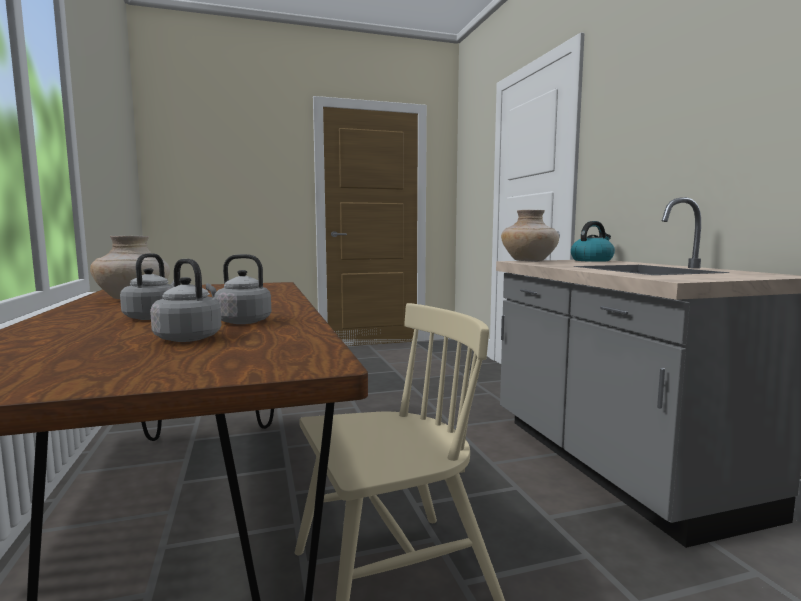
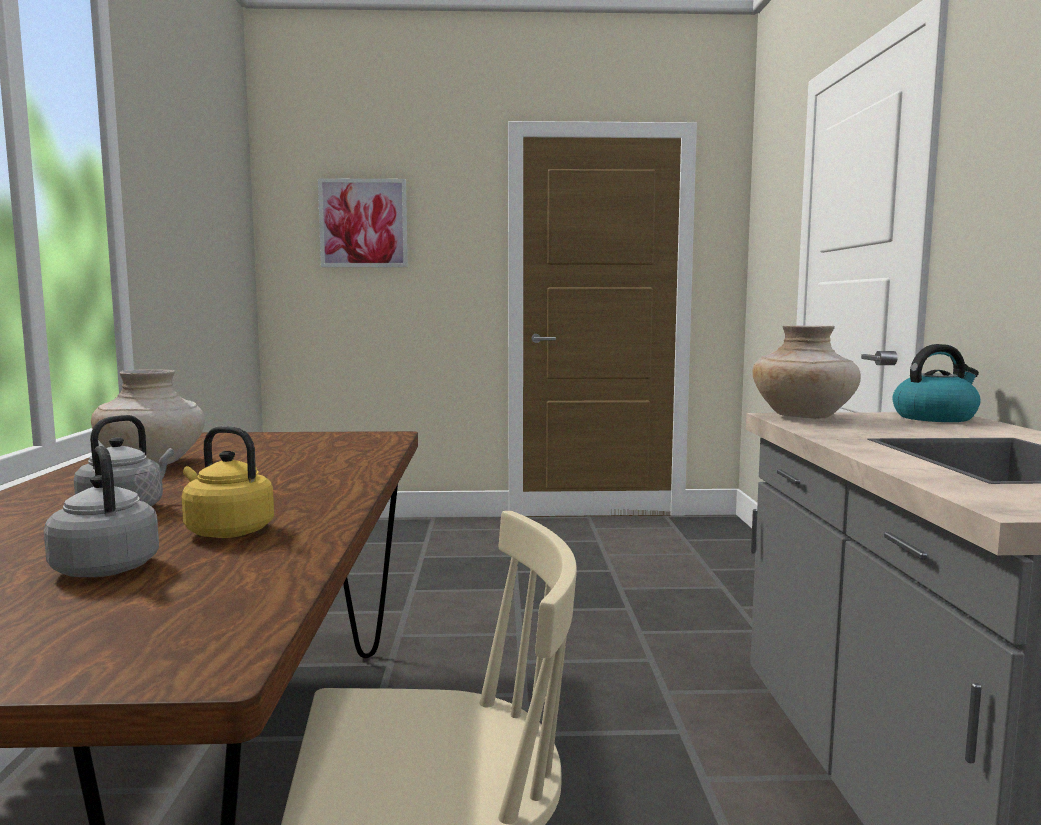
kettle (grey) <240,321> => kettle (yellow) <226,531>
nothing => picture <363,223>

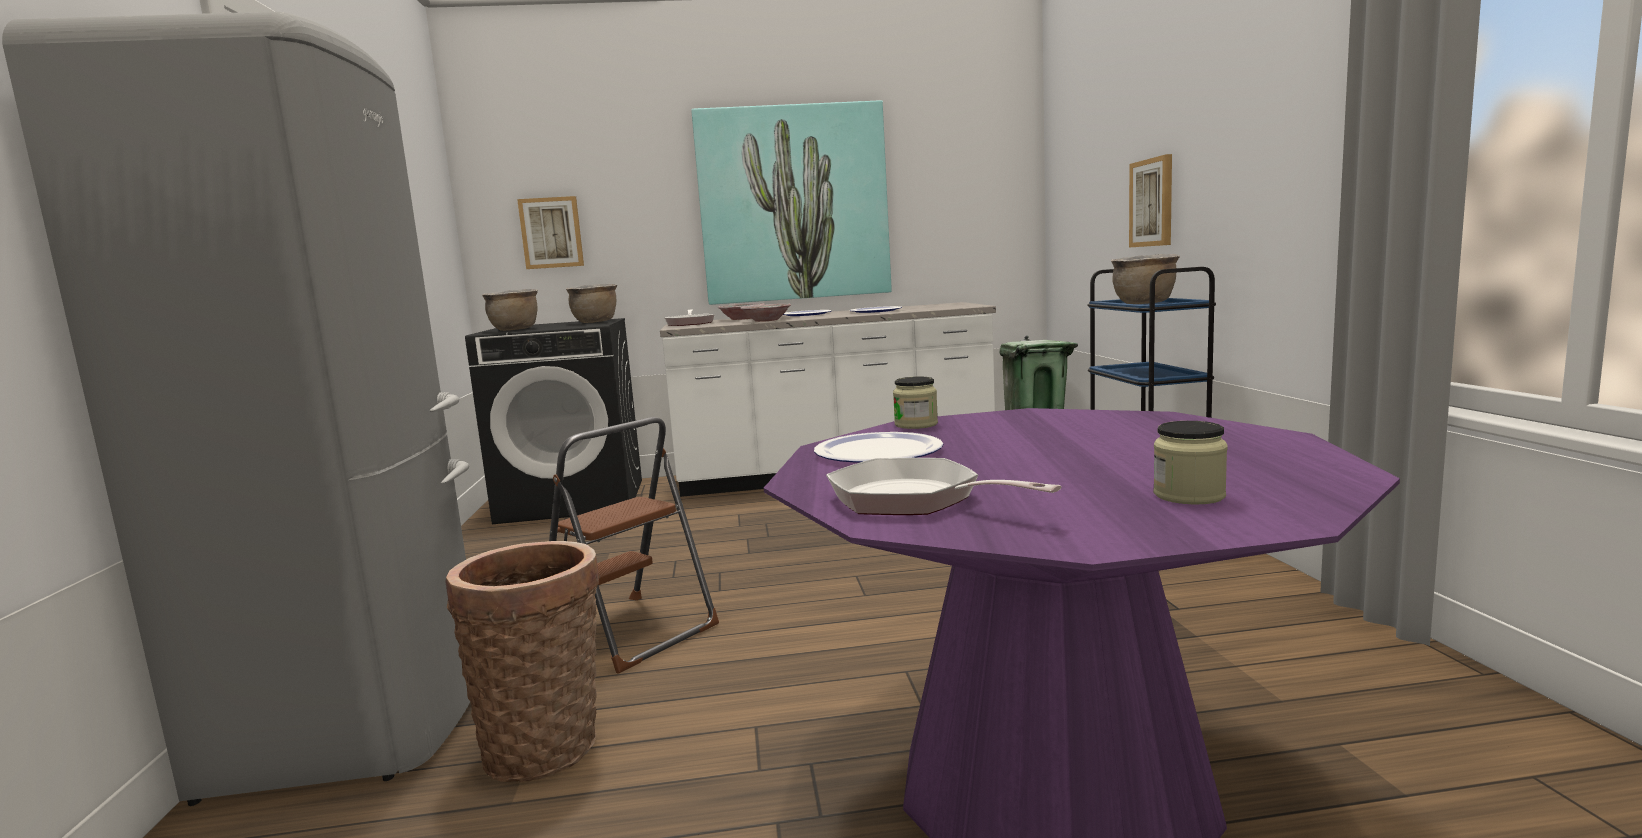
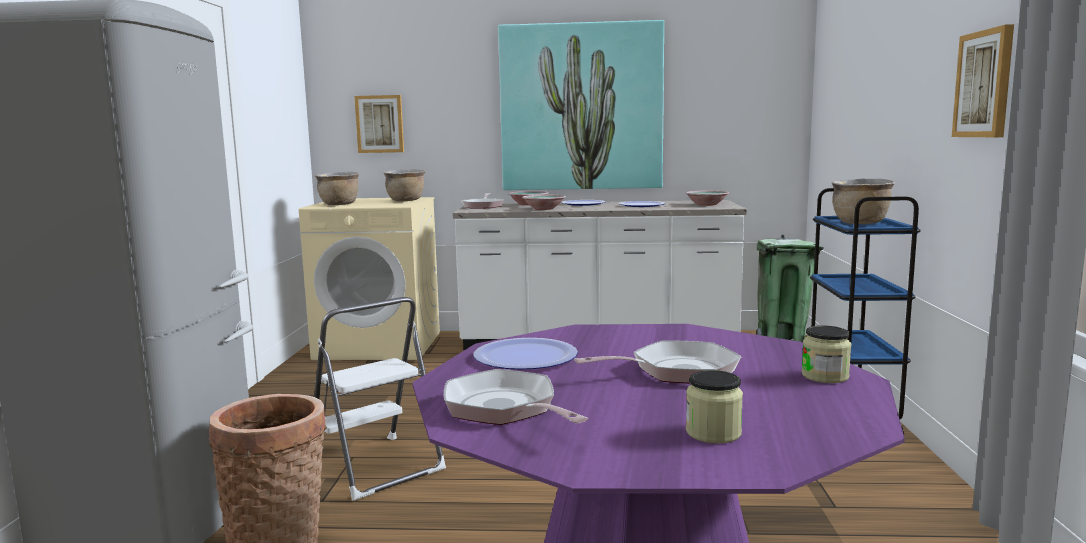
washing machine (black) <574,500> => washing machine (beige) <380,345>
step ladder (brown) <631,633> => step ladder (white) <377,468>
nothing => frying pan <676,371>
nothing => bowl <707,204>
jar <916,424> => jar <825,376>, shifted
picture <1152,202> => picture <984,84>, shifted

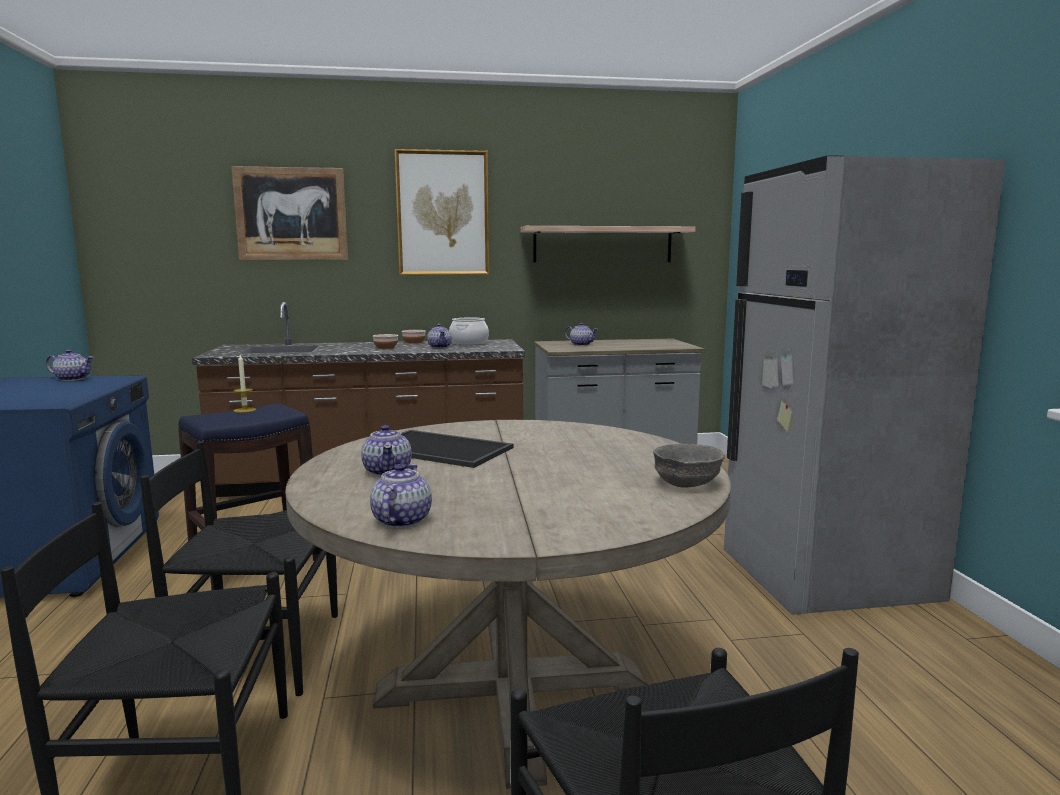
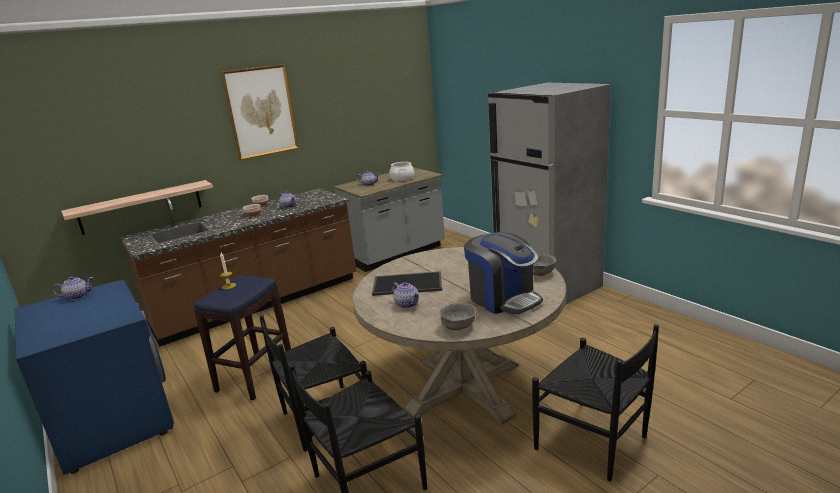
shelf <603,245> => shelf <141,207>, shifted
cooking pot <469,343> => cooking pot <402,178>, shifted
teapot <400,521> => bowl (grey) <458,327>
nothing => coffee machine <503,299>
picture <291,214> => nothing

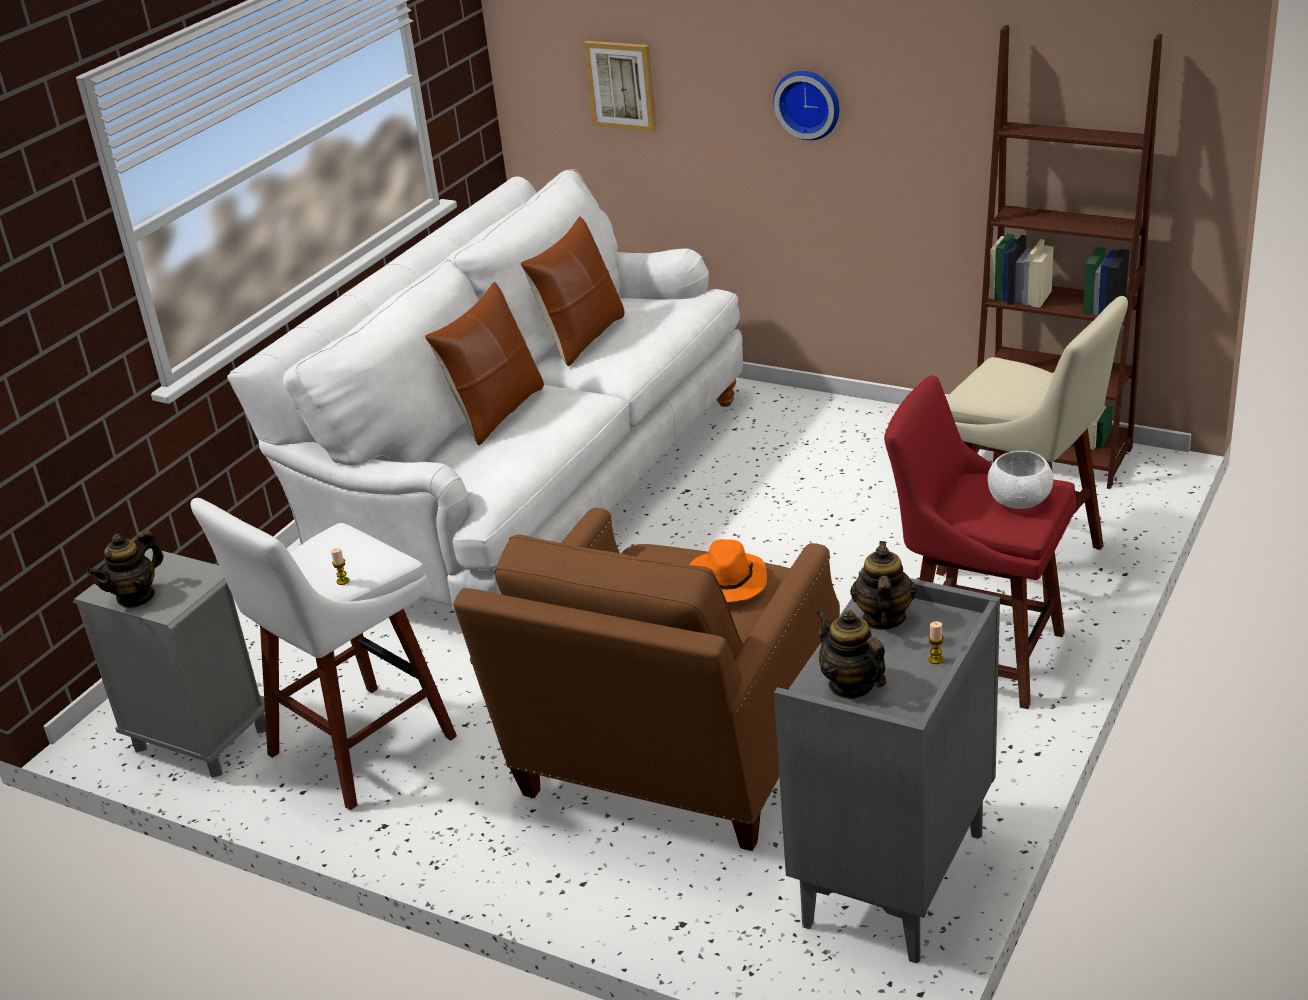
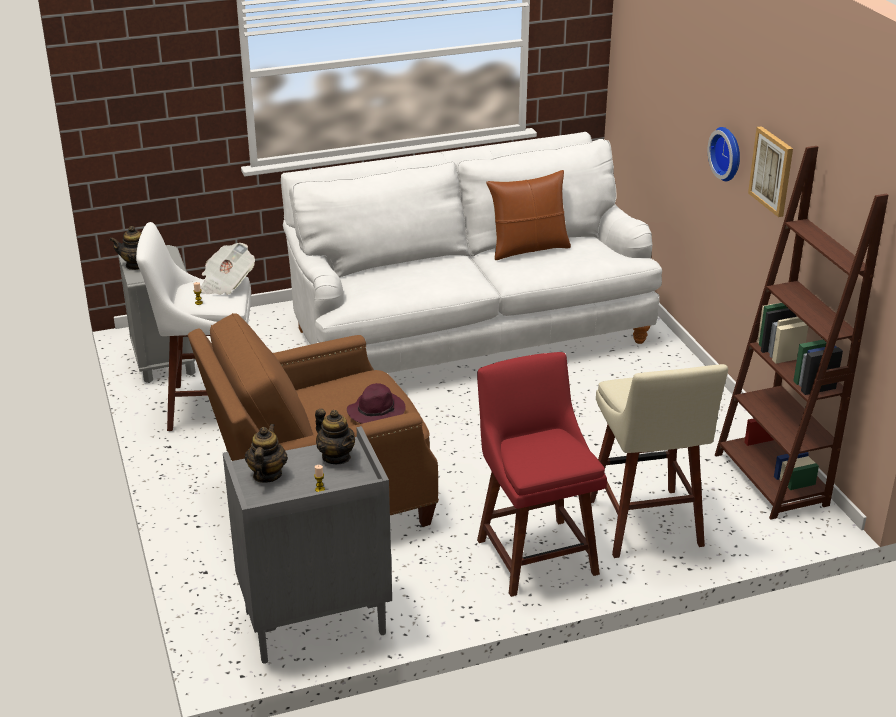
nothing => newspaper <226,284>
teapot <883,618> => teapot <336,457>, 90 degrees clockwise
hat (orange) <727,581> => hat (purple) <376,411>
picture <621,85> => picture <772,171>, shifted
pillow (brown) <496,413> => nothing
bowl (white) <1018,501> => nothing

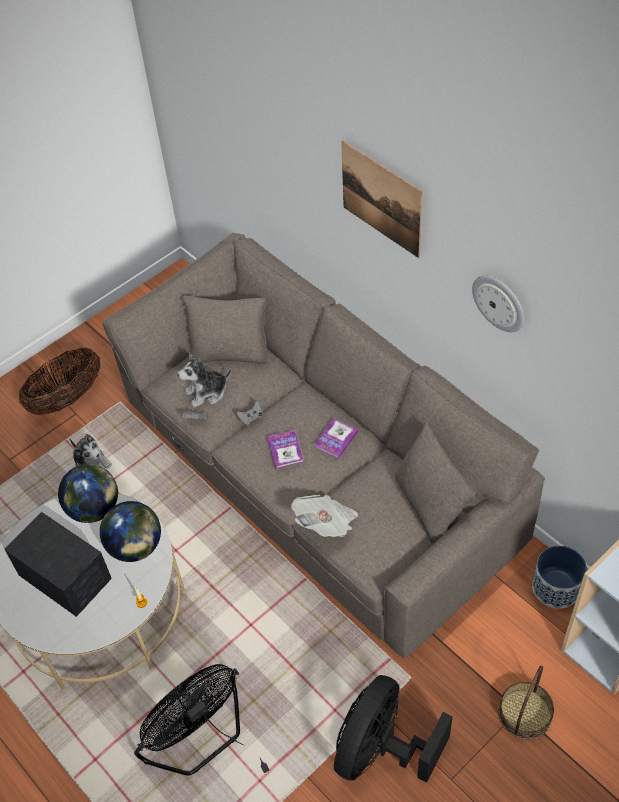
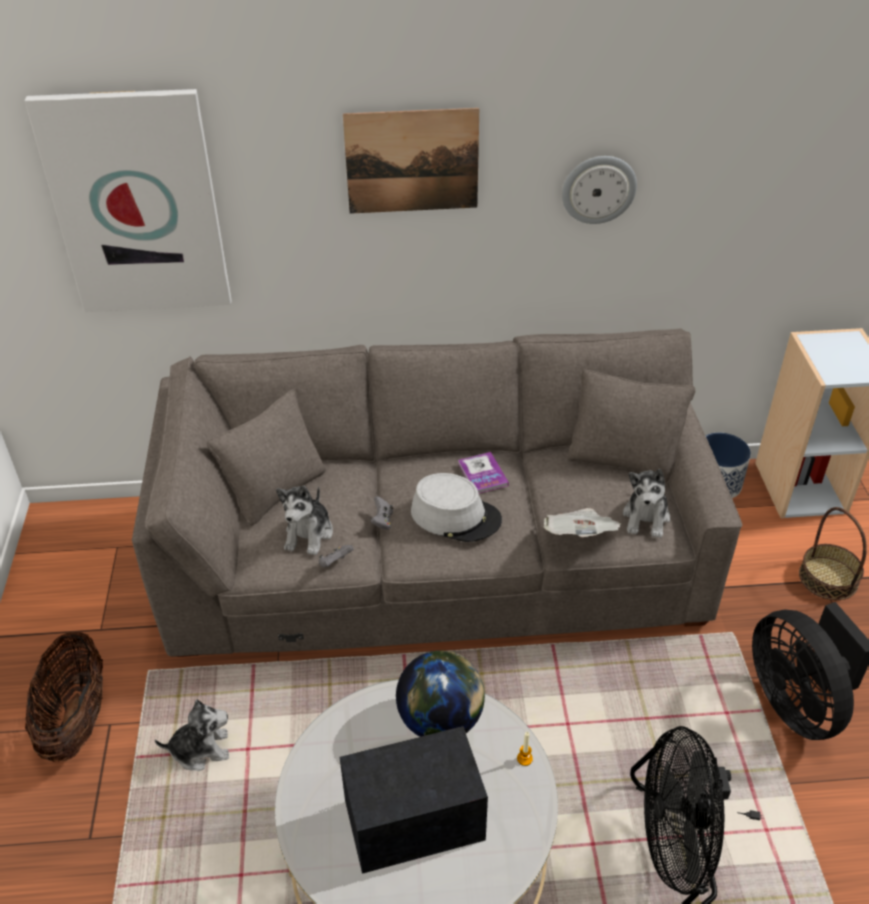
nothing => picture <137,204>
book <285,450> => hat (grey) <456,516>
nothing => plush toy <646,517>
globe <94,509> => nothing

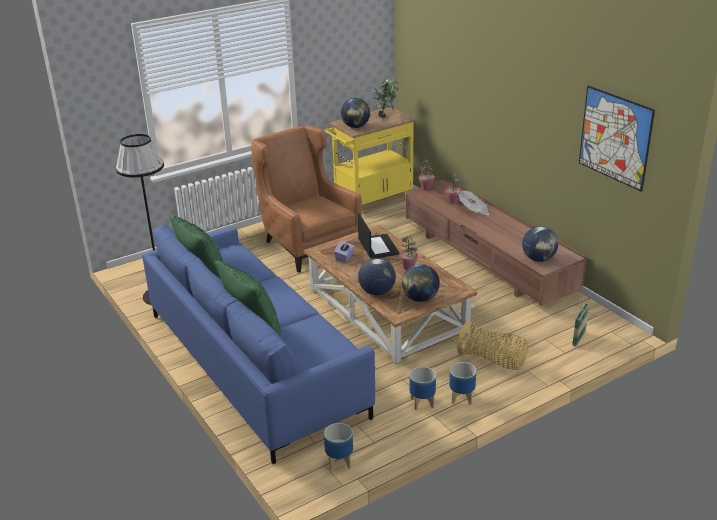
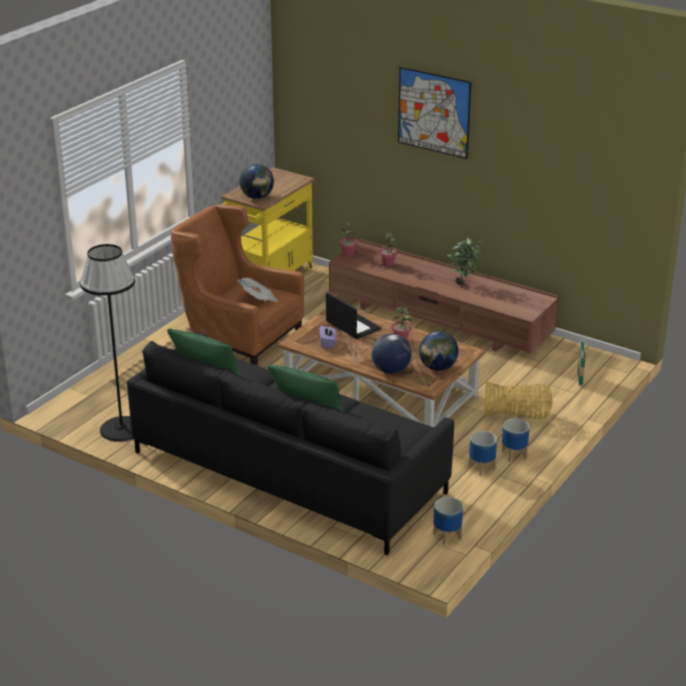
sofa (blue) <255,362> => sofa (black) <288,471>
newspaper <473,211> => newspaper <258,299>, shifted
picture <615,137> => picture <434,112>, shifted
potted plant <386,116> => potted plant <463,282>, shifted
globe <538,259> => nothing

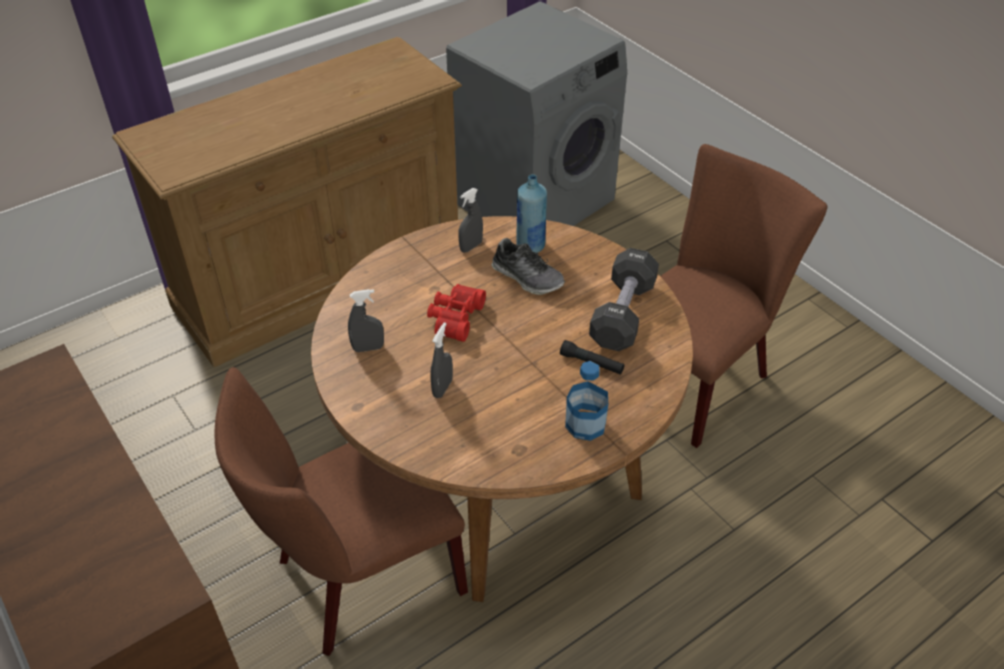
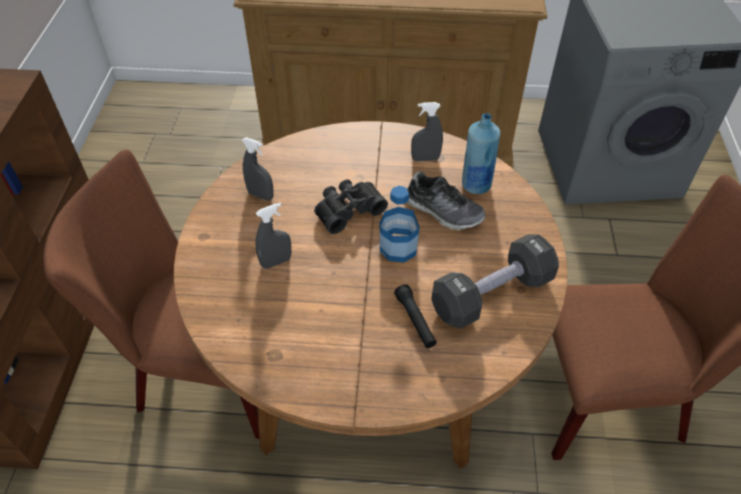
binoculars (red) <454,318> => binoculars (black) <347,210>
bottle <585,424> => bottle <398,247>, shifted
shoe <527,277> => shoe <443,211>, 45 degrees counterclockwise

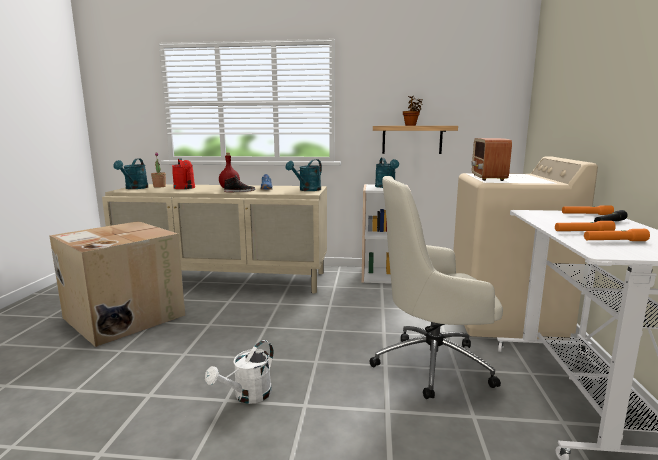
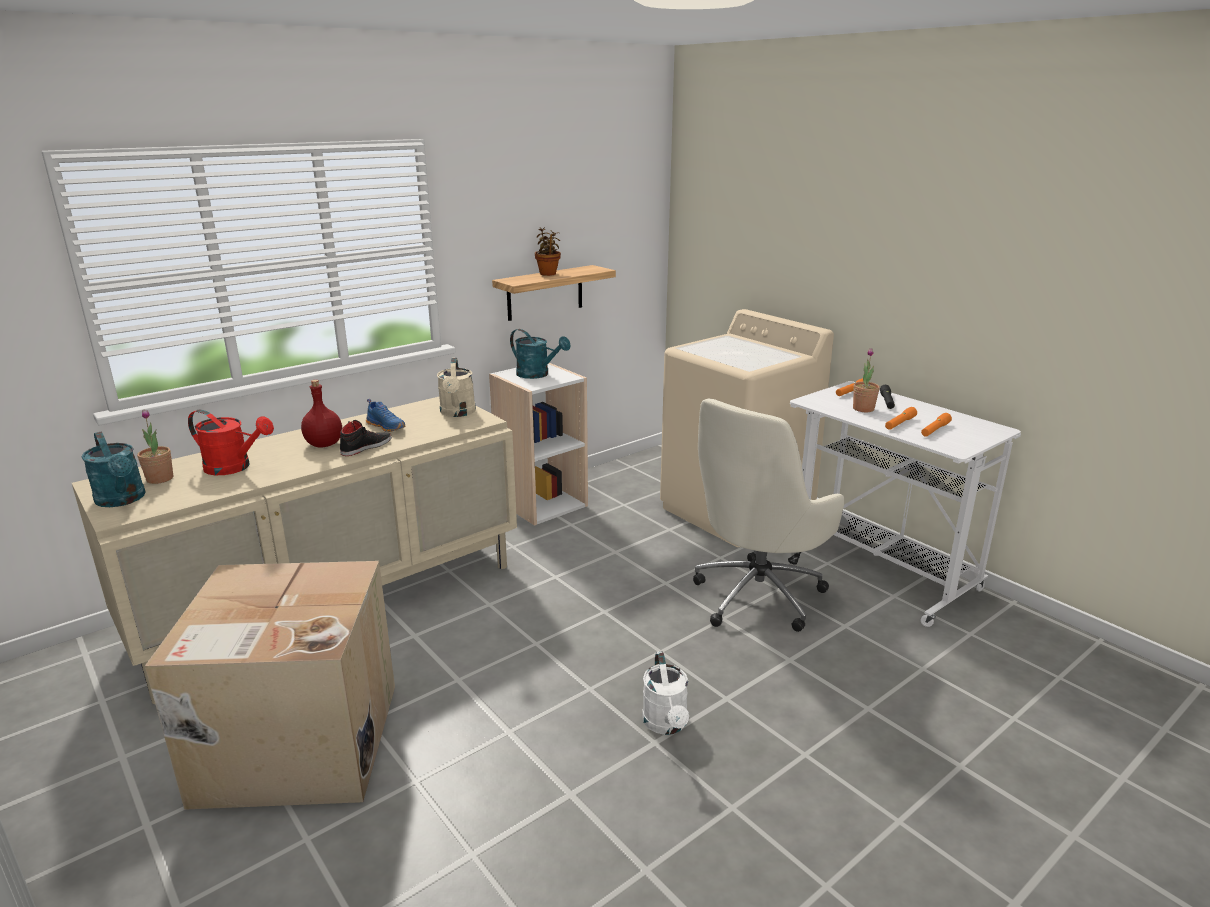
watering can (turquoise) <307,190> => watering can (beige) <457,413>
nothing => potted plant <863,409>
radio <488,177> => nothing

